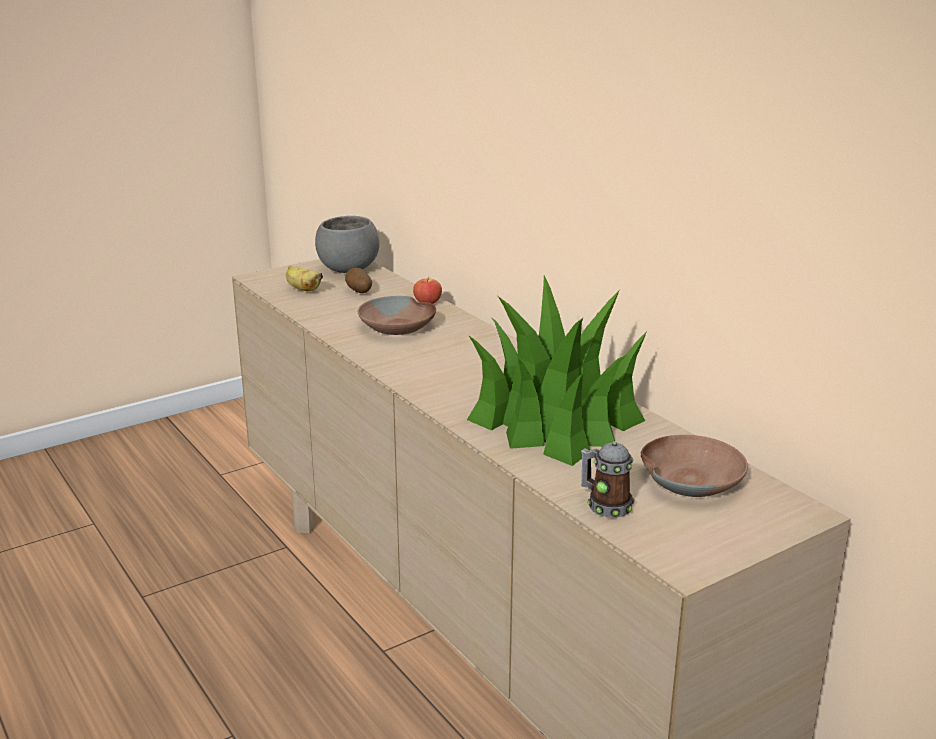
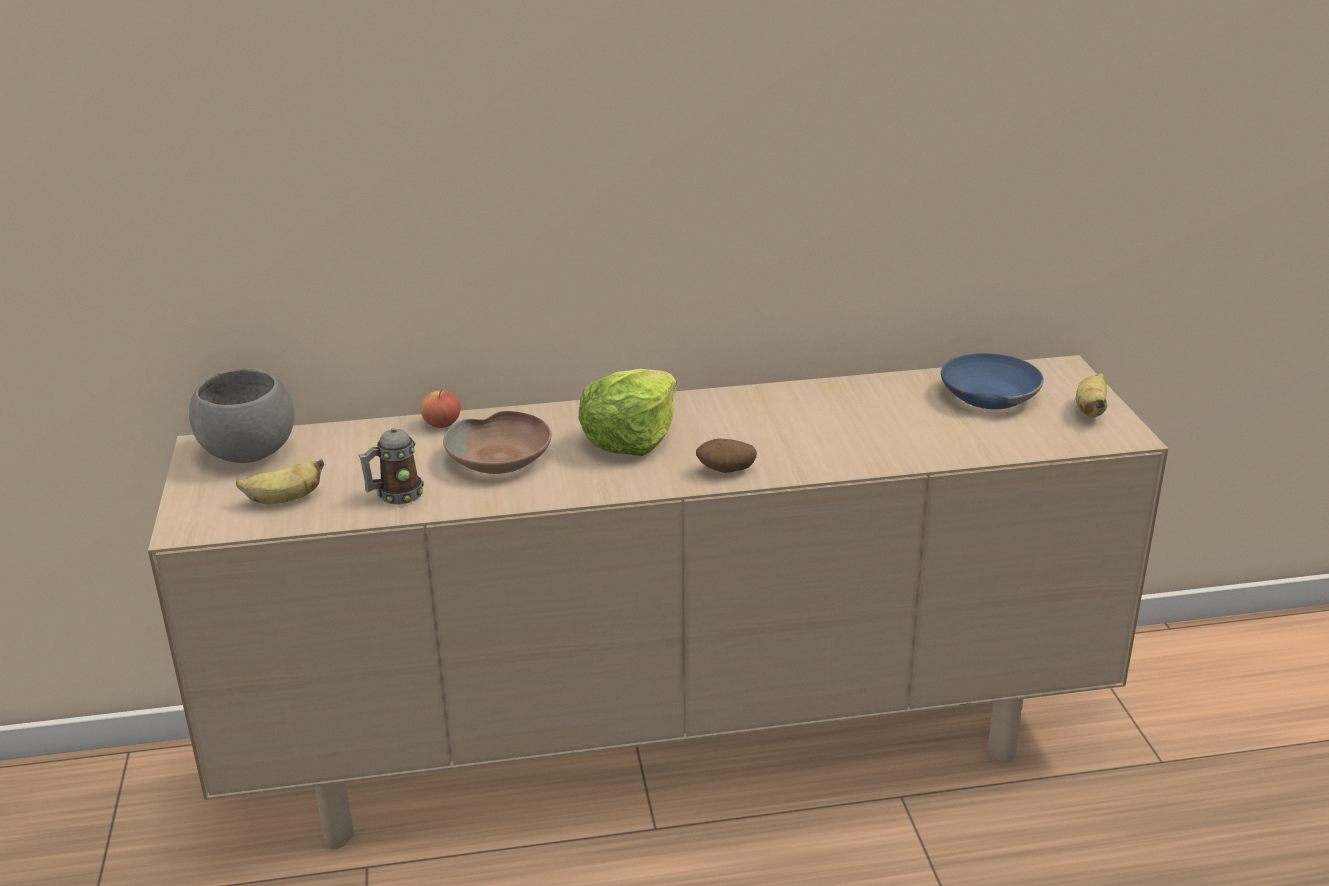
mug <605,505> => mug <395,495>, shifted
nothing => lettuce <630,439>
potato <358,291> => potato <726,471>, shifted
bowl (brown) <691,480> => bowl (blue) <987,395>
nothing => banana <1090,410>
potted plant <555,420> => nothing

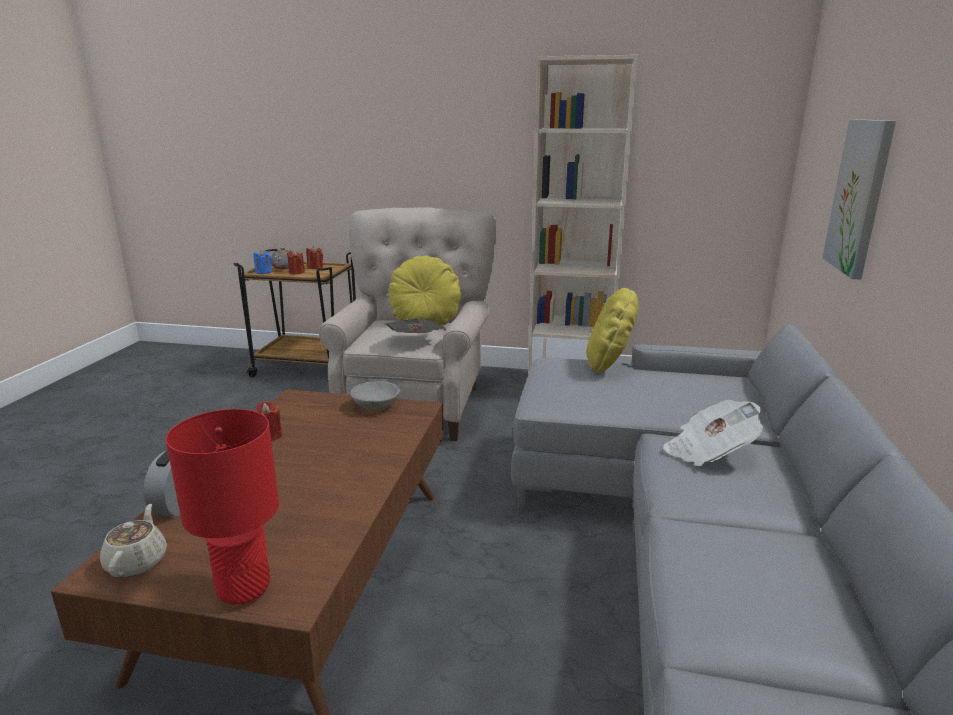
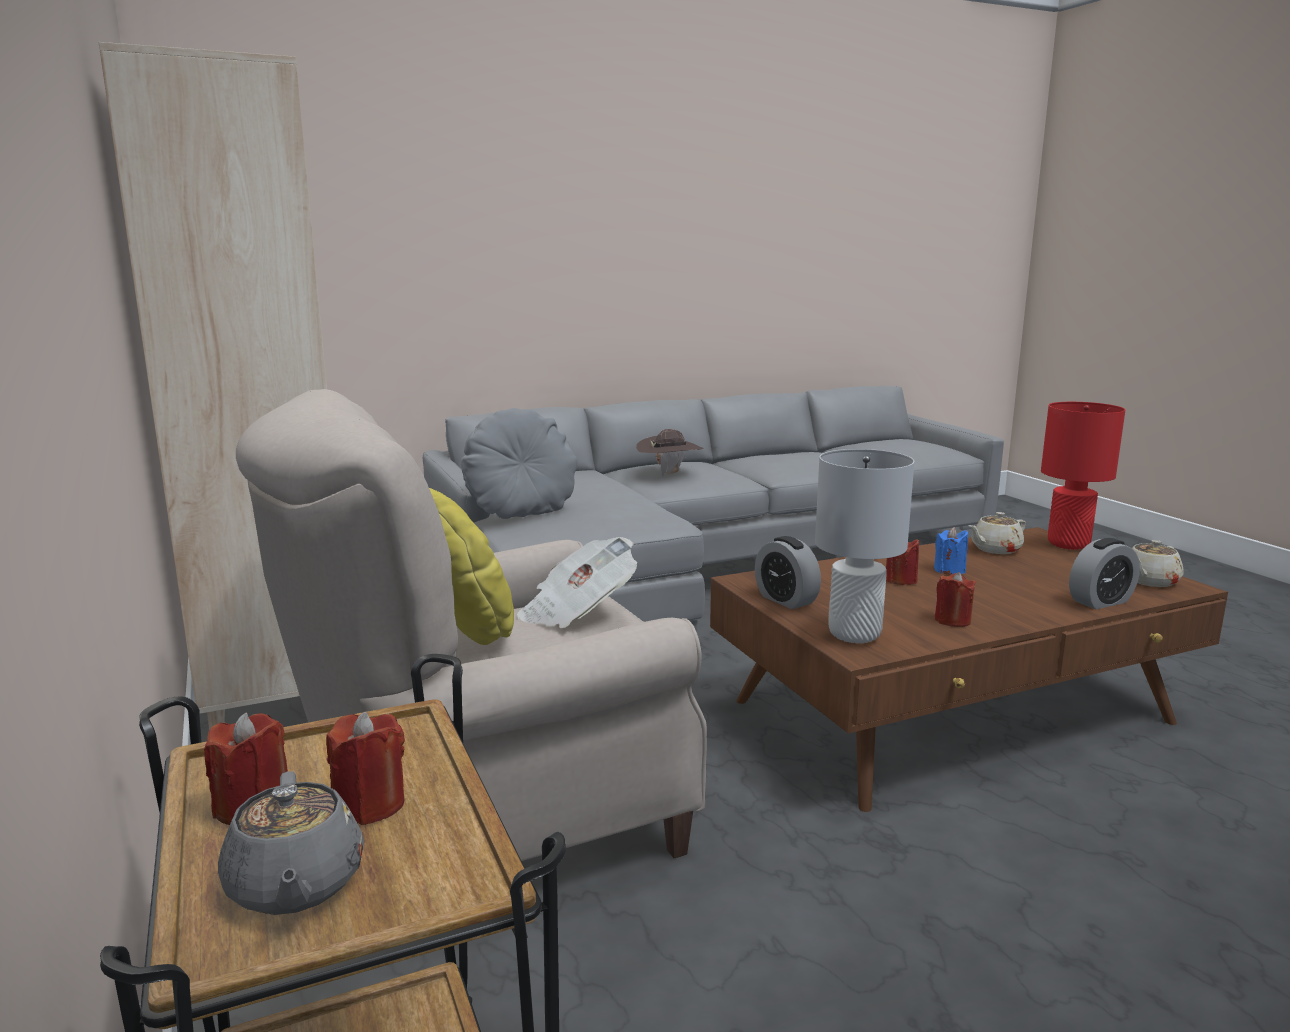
pillow (yellow) <608,366> => pillow (grey) <521,514>
newspaper <709,452> => hat (brown) <669,474>
bowl (grey) <376,406> => alarm clock <786,600>
nothing => table lamp (grey) <854,638>
nothing => candle (red) <900,580>
candle (blue) <263,272> => candle (blue) <949,570>, shifted
nothing => teapot (beige) <995,549>
picture <859,197> => nothing

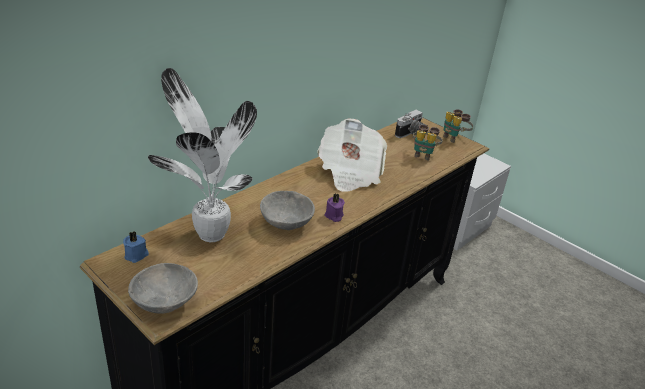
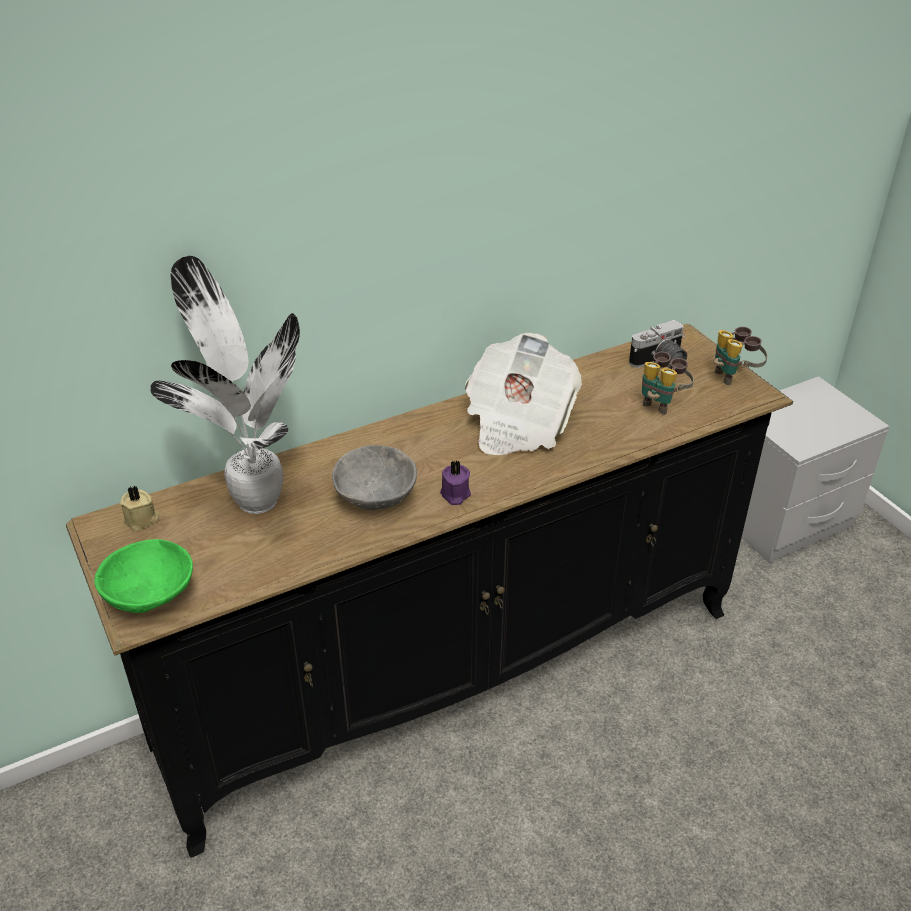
bowl (grey) <166,302> => bowl (green) <151,596>
candle (blue) <136,255> => candle (beige) <142,520>

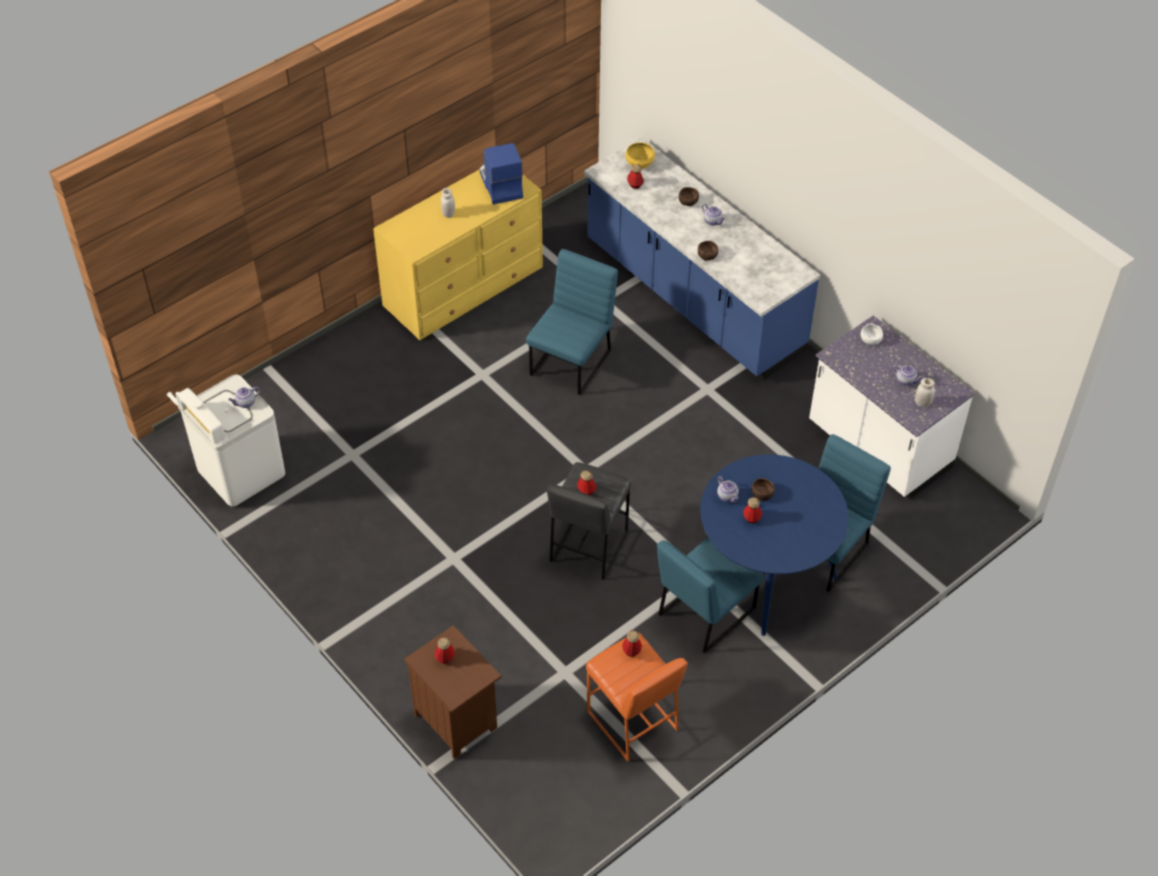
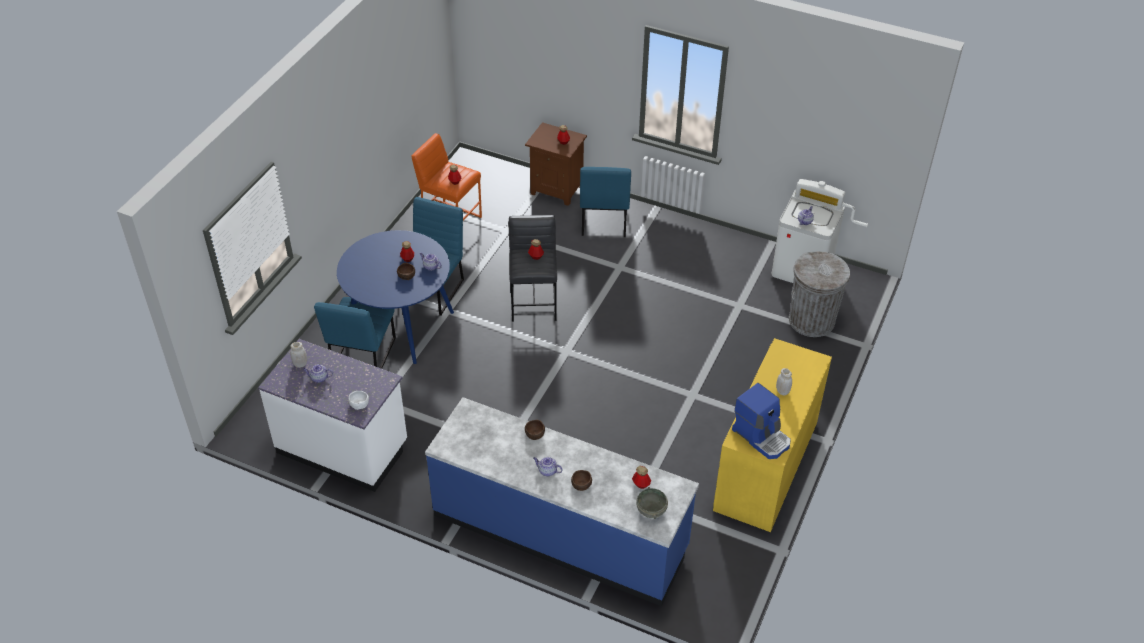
chair (blue) <572,361> => chair (blue) <603,220>, shifted
bowl (yellow) <639,163> => bowl (grey) <651,510>
nothing => trash can (grey) <811,320>

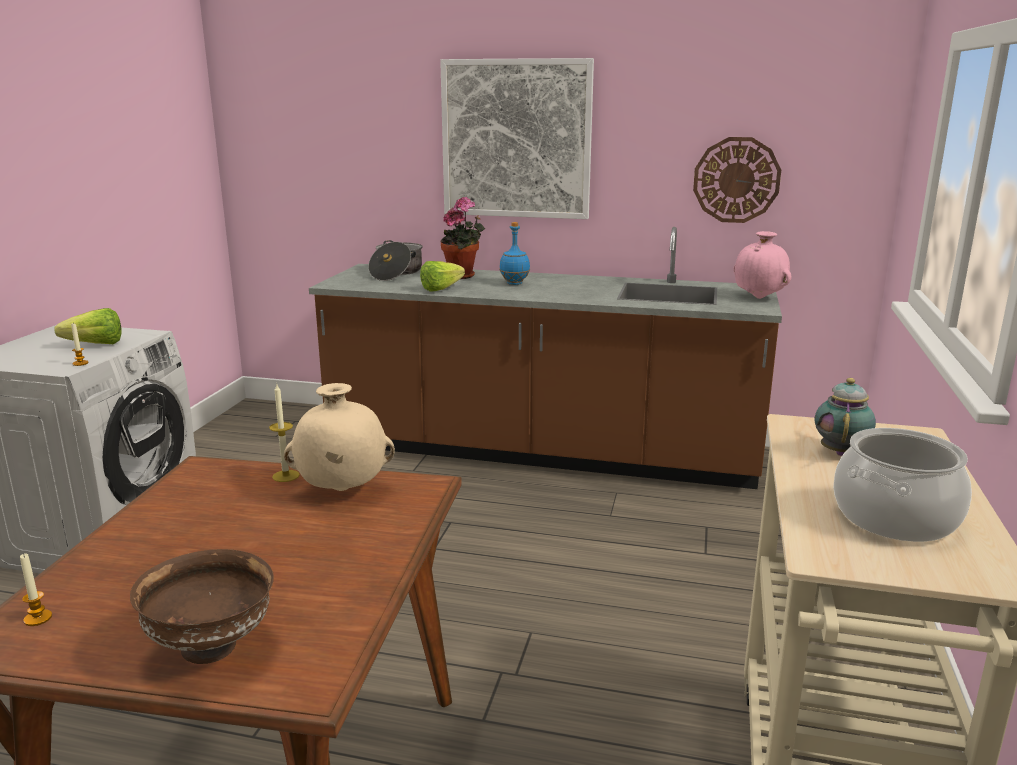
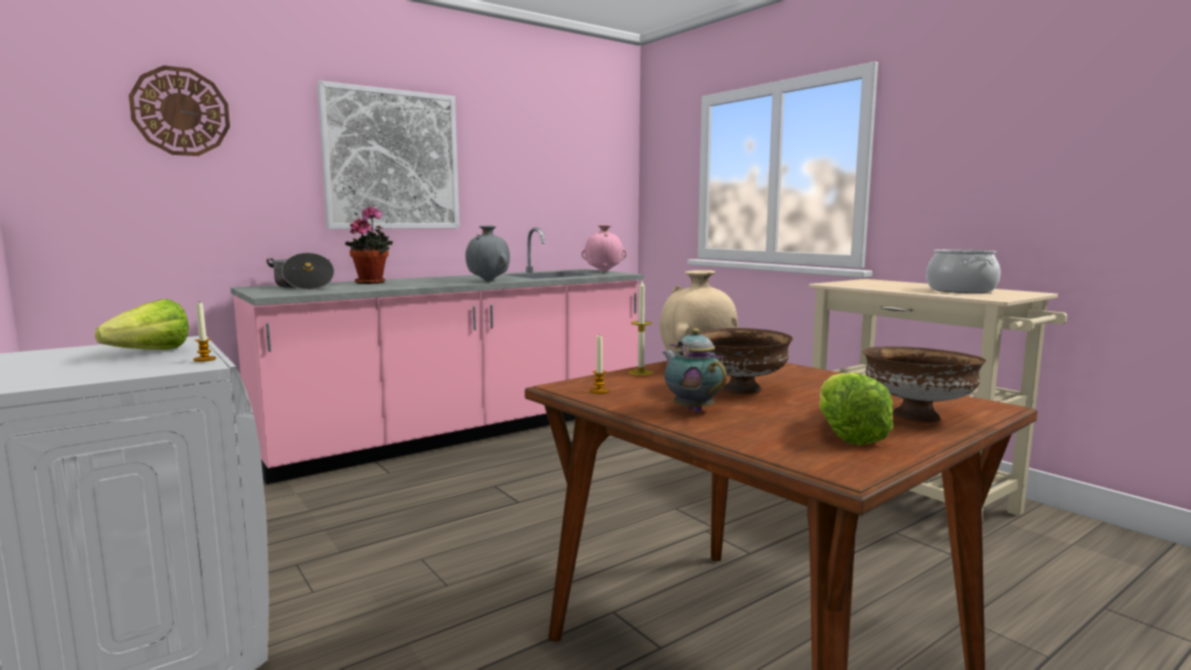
wall clock <736,180> => wall clock <181,111>, shifted
counter (brown) <540,452> => counter (pink) <464,432>
nothing => vase (grey) <488,281>
candle <38,618> => candle <599,391>, shifted
teapot <840,452> => teapot <692,410>, shifted
nothing => bowl (brown) <741,390>
lettuce <445,289> => lettuce <846,432>, shifted
bottle (blue) <514,283> => nothing

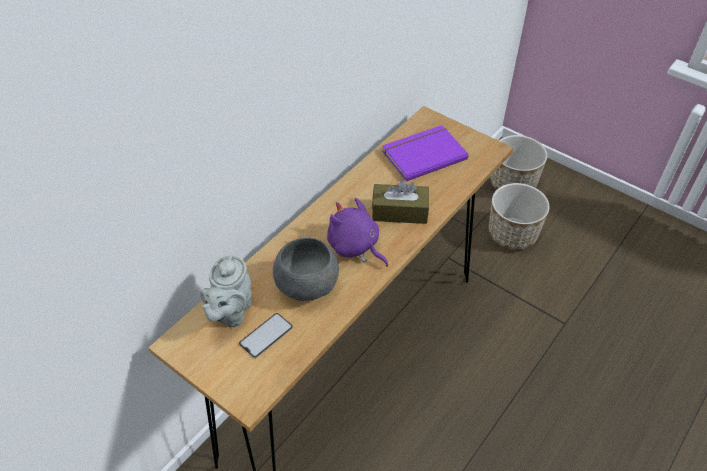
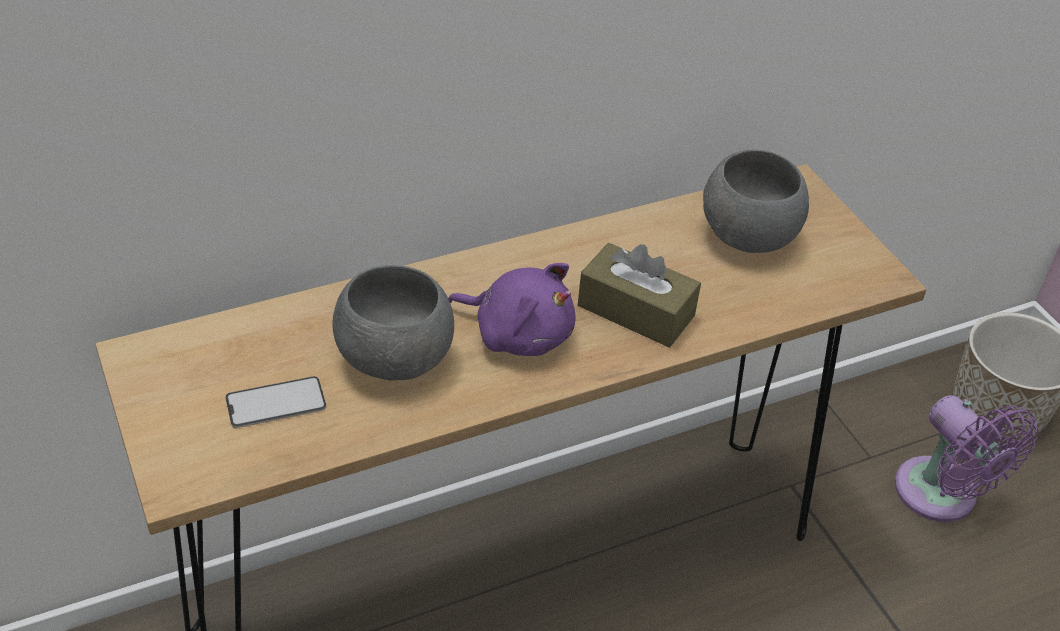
plush toy (purple) <355,247> => plush toy (purple) <518,333>, 135 degrees clockwise
book (purple) <422,154> => bowl (grey) <746,237>
planter <512,234> => fan (purple) <941,497>
teapot (grey) <230,312> => nothing

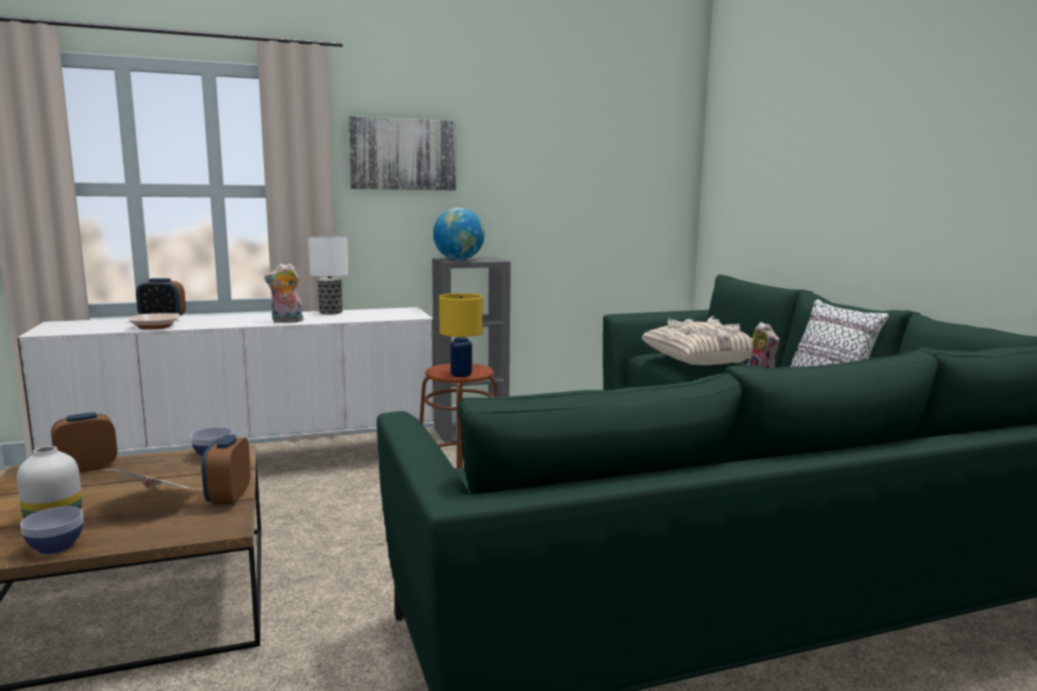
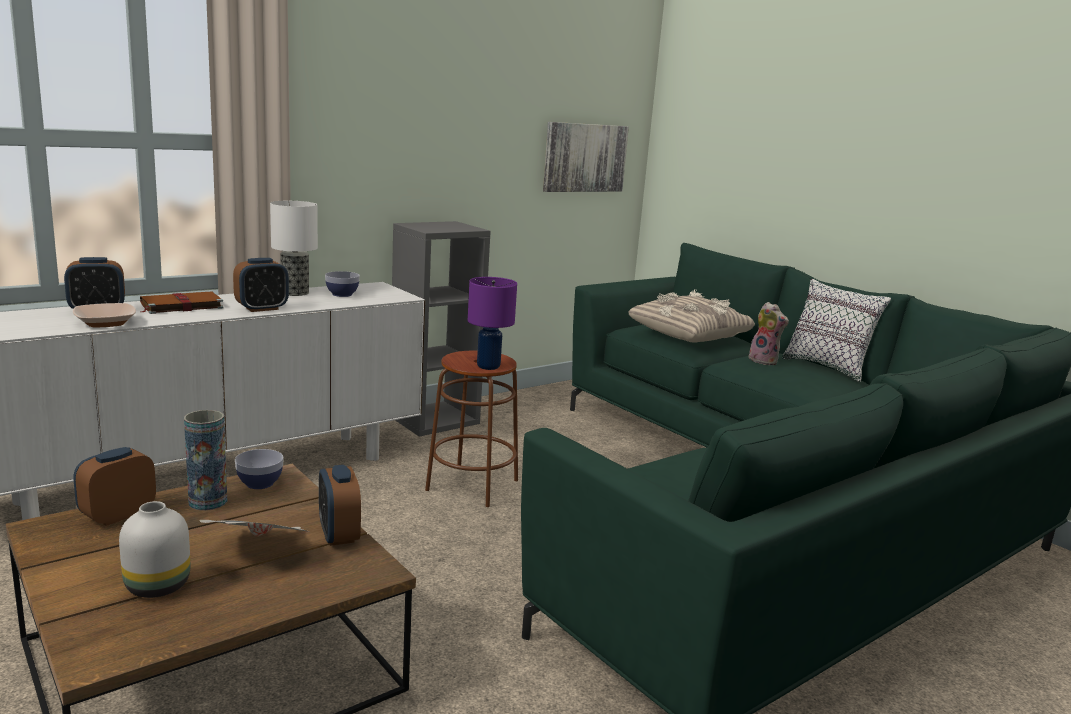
nothing => book (brown) <180,305>
nothing => vase <208,501>
plush toy <286,321> => alarm clock <262,308>
bowl <56,547> => bowl <342,294>, shifted
table lamp (yellow) <461,374> => table lamp (purple) <488,366>
picture <403,154> => picture <584,157>, shifted
globe <458,260> => nothing

